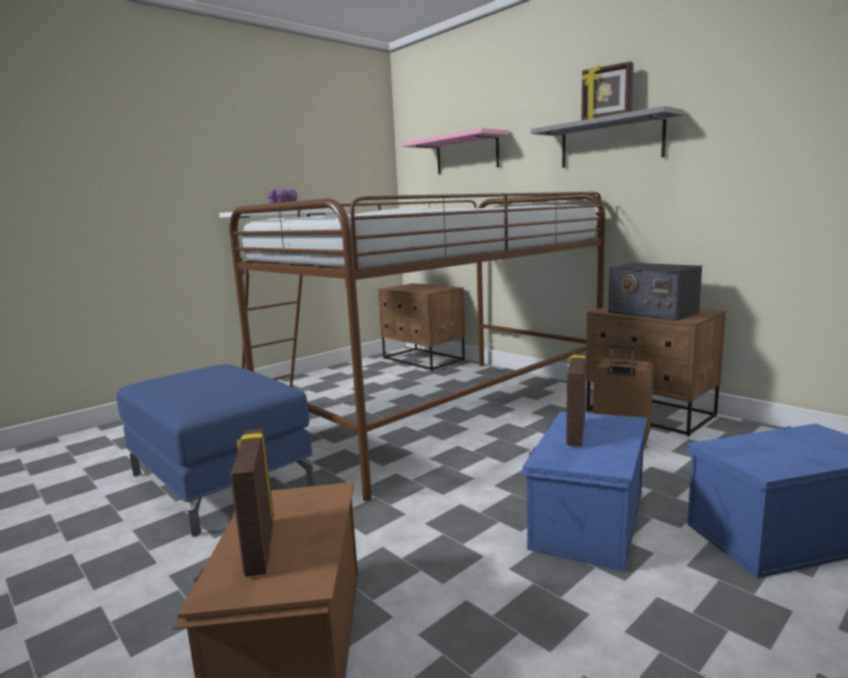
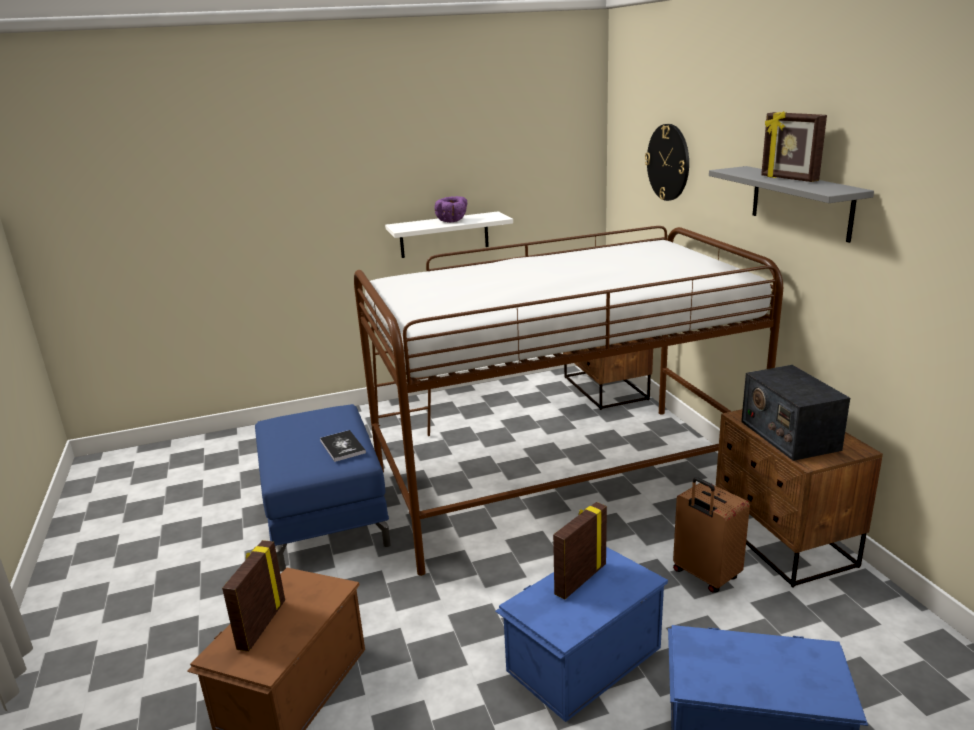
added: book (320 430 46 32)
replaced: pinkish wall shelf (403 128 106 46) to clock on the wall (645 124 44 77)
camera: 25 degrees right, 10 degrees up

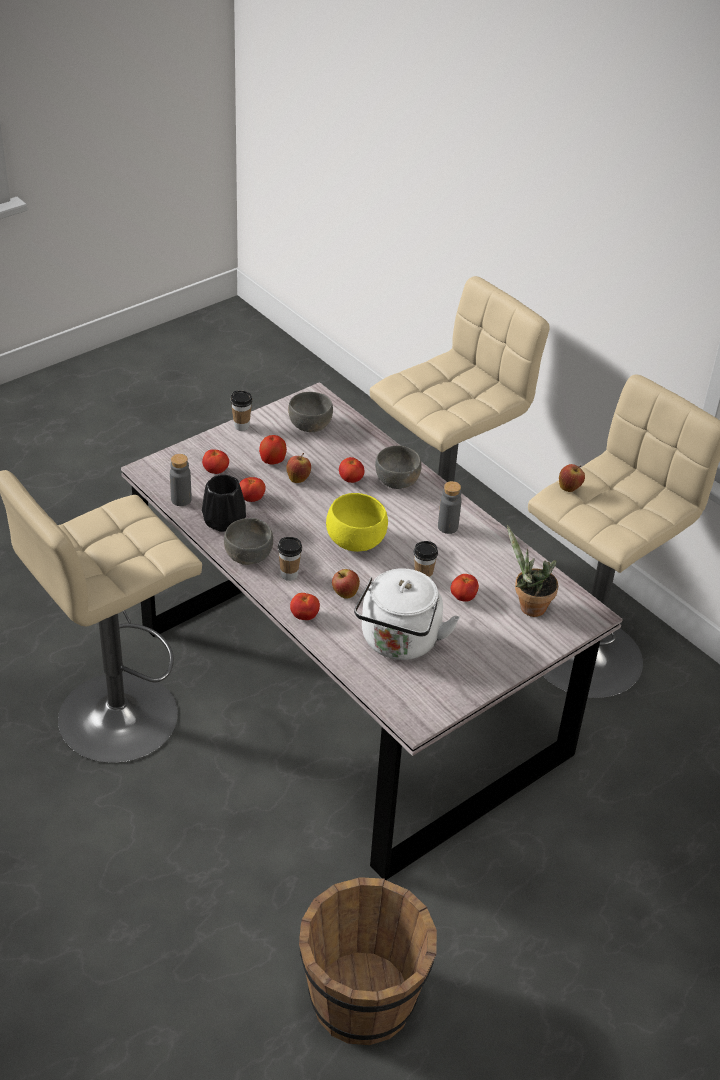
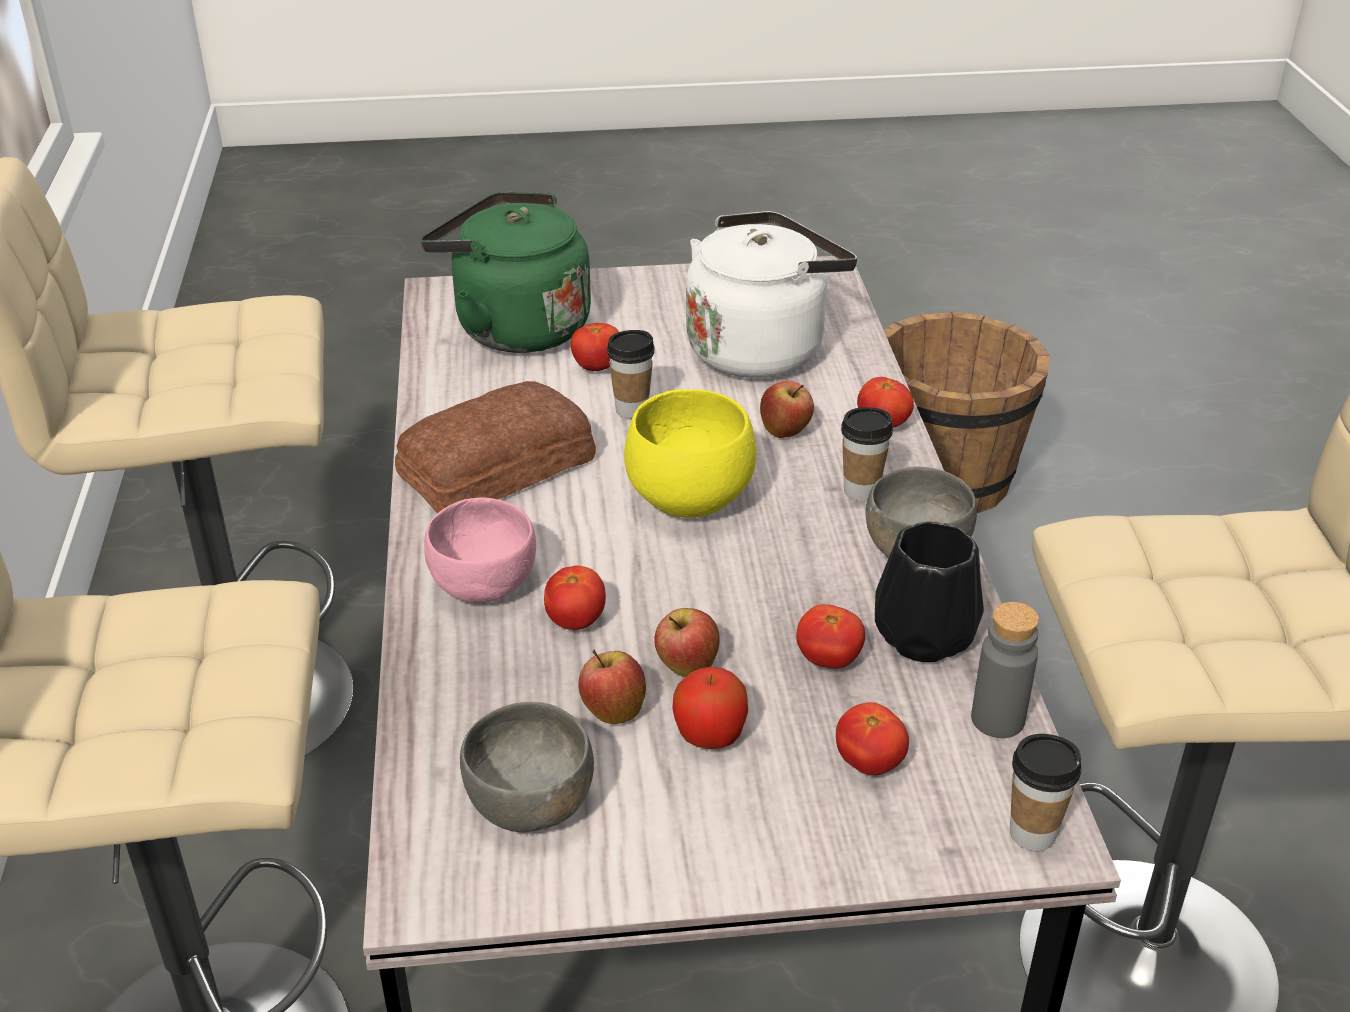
moved: drinking cup (230 391 22 40) to (1010 734 72 117); apple fruit (559 464 26 28) to (579 649 67 75)
replaced: gray bottle (438 481 24 53) to bakery bread (395 381 201 132); potted plant (507 525 51 92) to green water kettle (421 192 170 161)
recoloured: gray bowl (375 446 46 43) to pinkish bowl (424 498 112 104)
camera: 145 degrees left, 5 degrees down

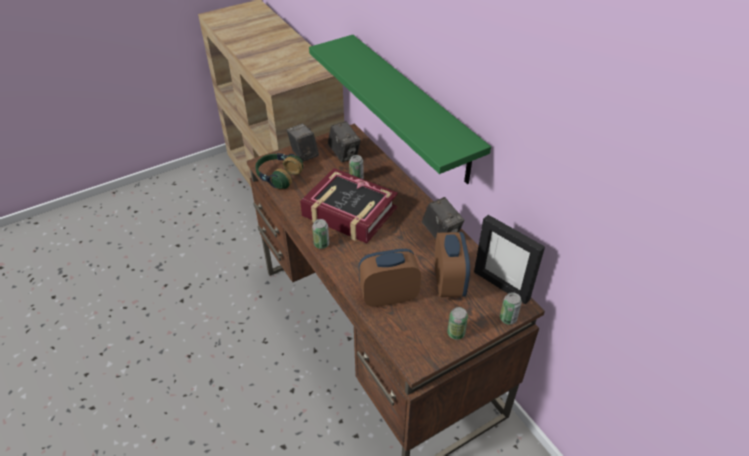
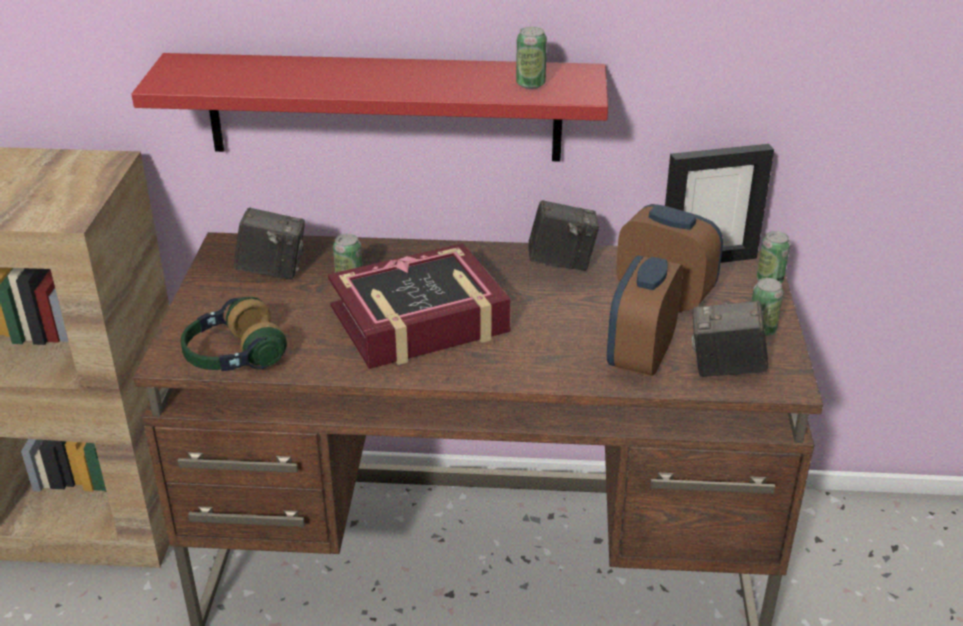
moved: photo camera (287 123 32 39) to (692 300 76 77); sealed can (312 219 17 30) to (516 27 31 62)
recoloured: green wall shelf (309 35 182 149) to red wall shelf (131 53 477 109)
camera: 55 degrees left, 10 degrees down

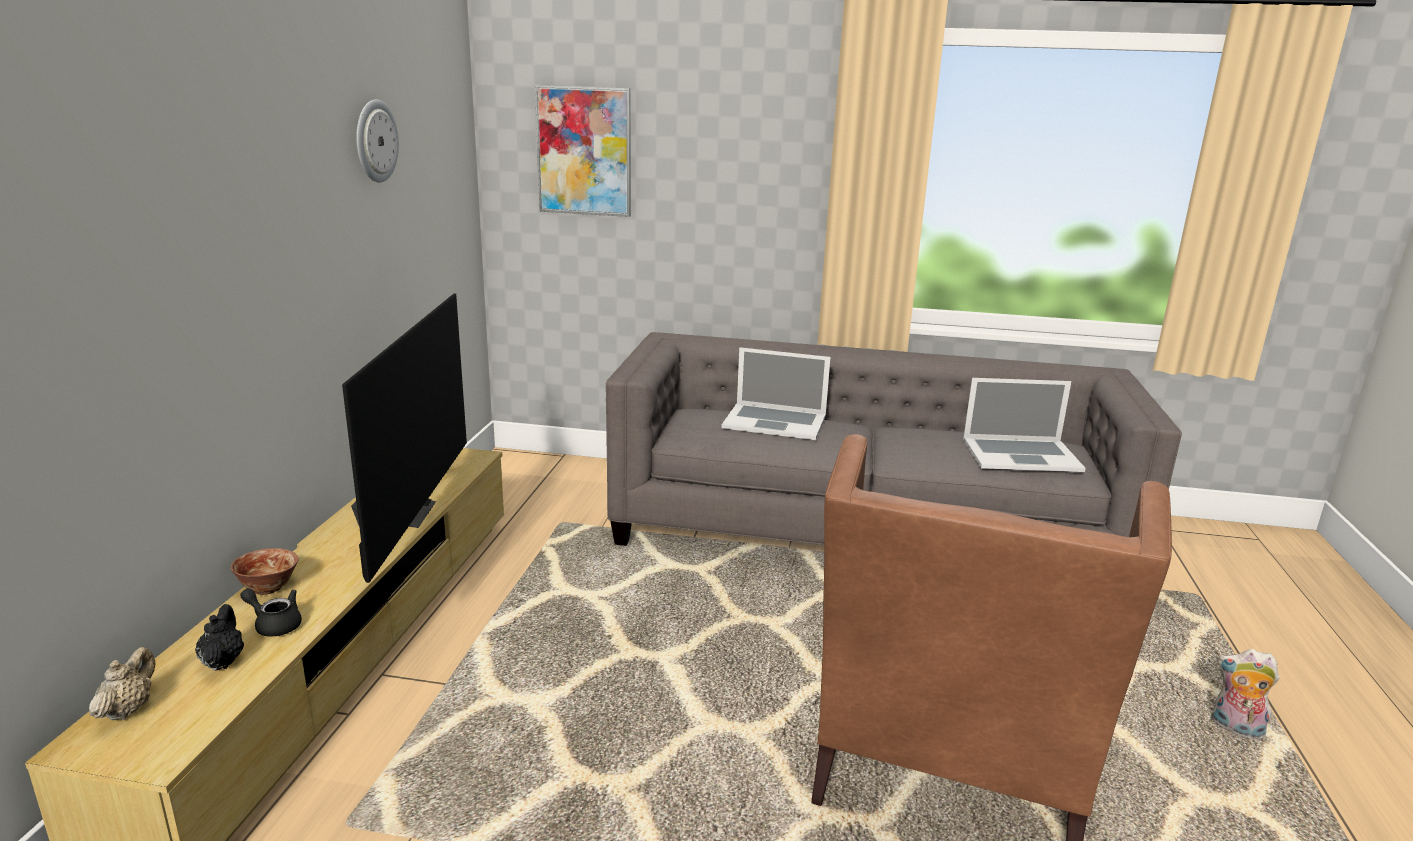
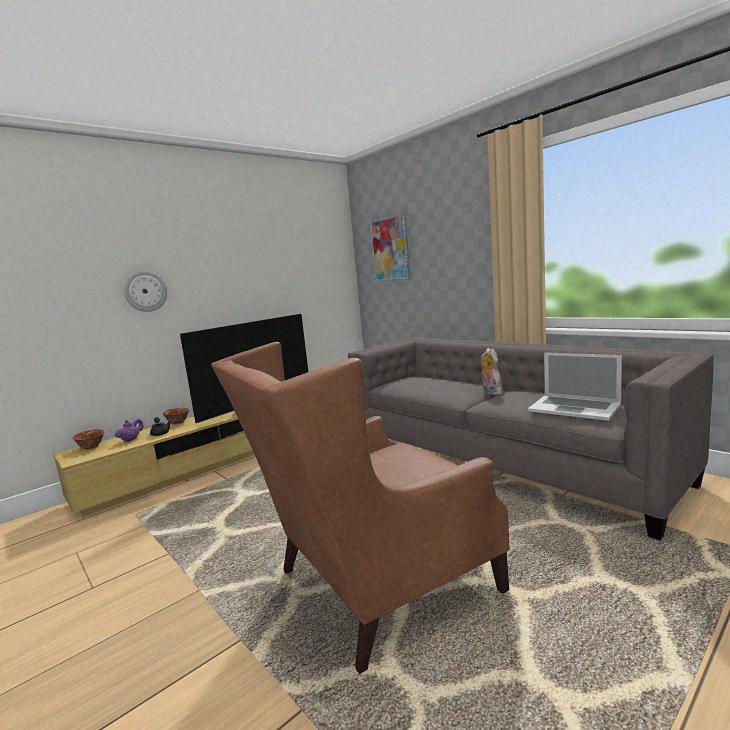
removed: laptop (721 347 110 93)
moved: clock on the wall (356 99 43 83) to (124 271 43 41); plush toy (1212 649 67 90) to (481 348 22 47)
replaced: sand-coloured pot for tea (89 647 66 73) to bowl (73 429 31 20)
recoloured: black-coloured pot for tea (195 604 49 66) to purplish pot for tea (115 419 29 23)
camera: 40 degrees right, 10 degrees down

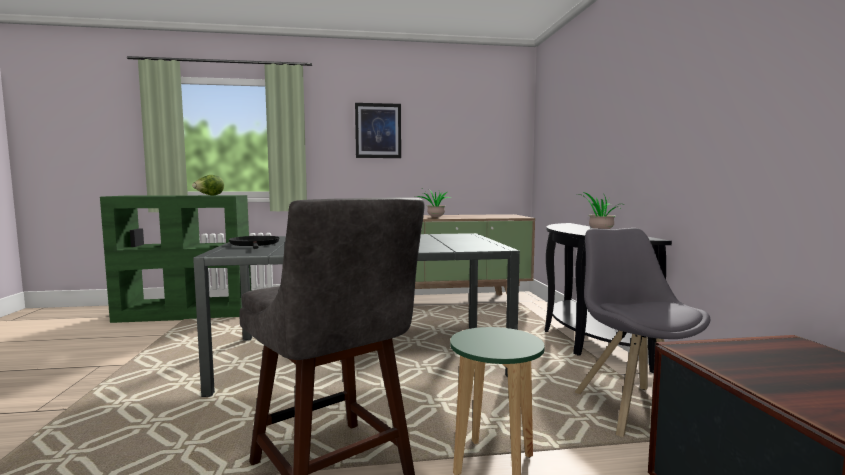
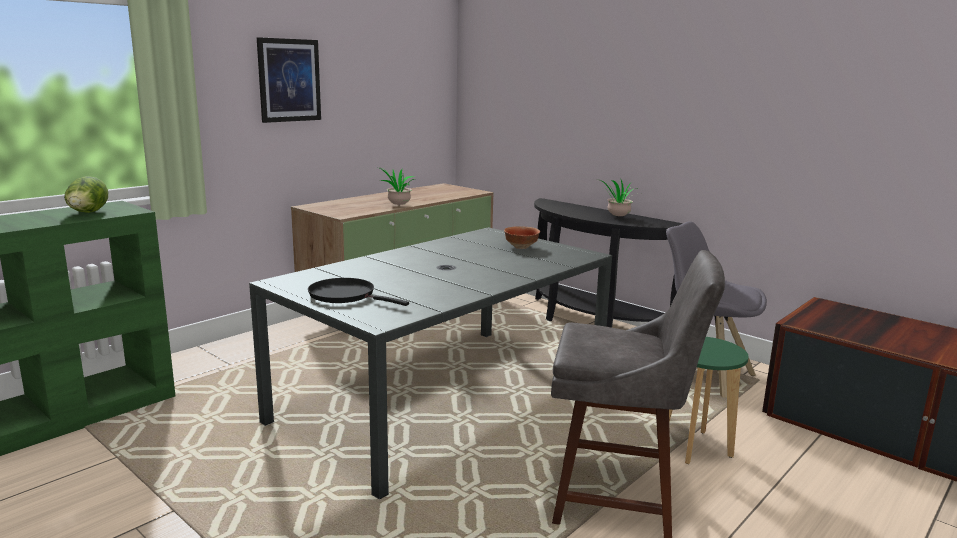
added: bowl (504 226 36 23)
camera: 40 degrees left, 10 degrees up

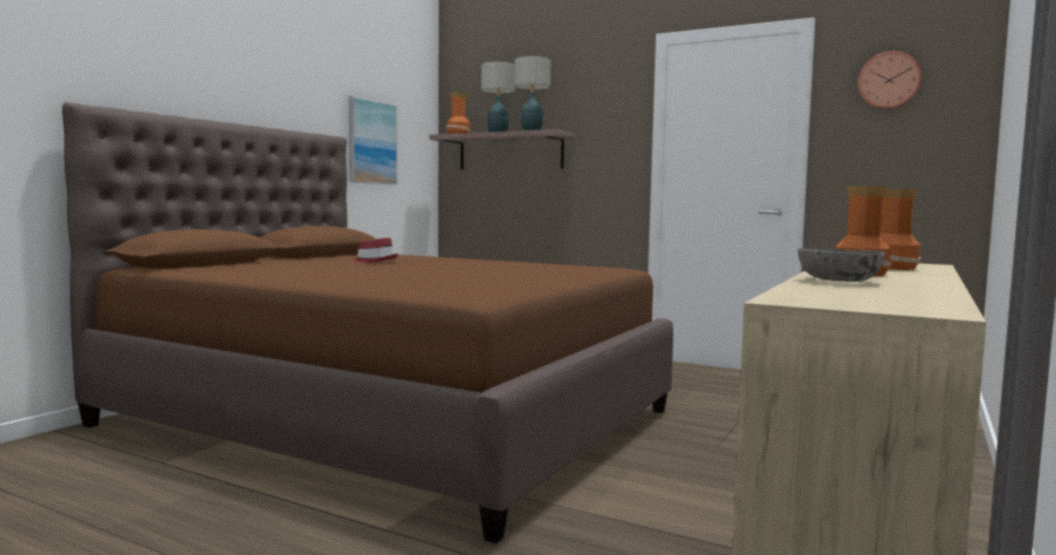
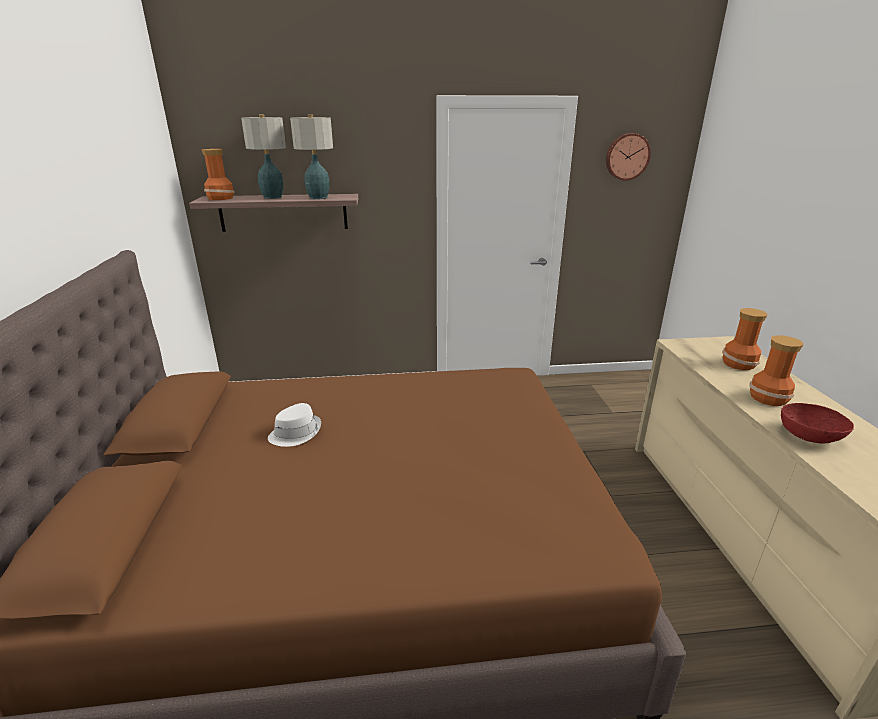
removed: picture (349 96 49 89)
recoloured: red clothing hat (351 238 47 25) to whitish clothing hat (268 403 53 44); gray bowl (798 248 87 34) to red bowl (781 403 73 41)
camera: 35 degrees left, 20 degrees up

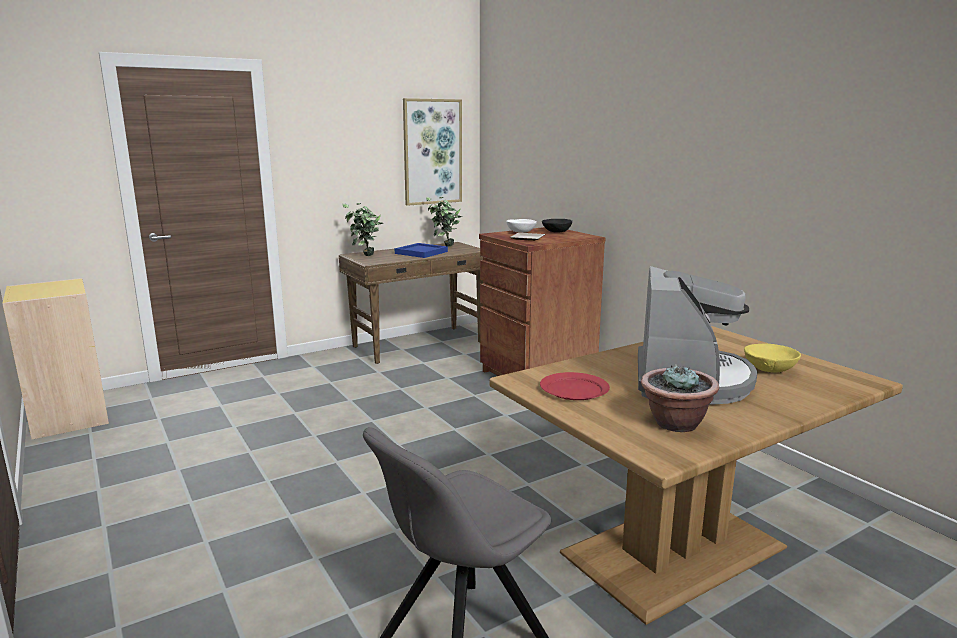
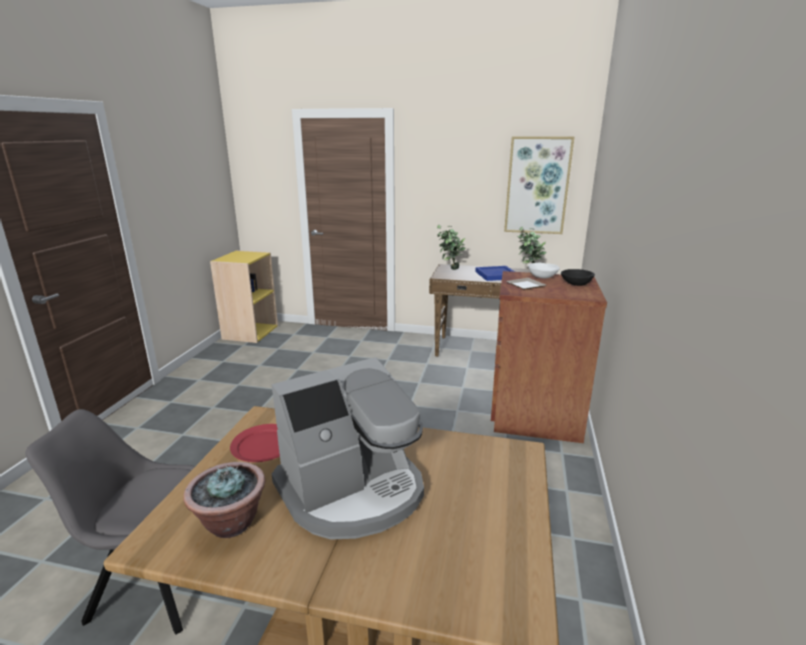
removed: yellow bowl (744 343 57 30)
camera: 45 degrees right, 5 degrees up

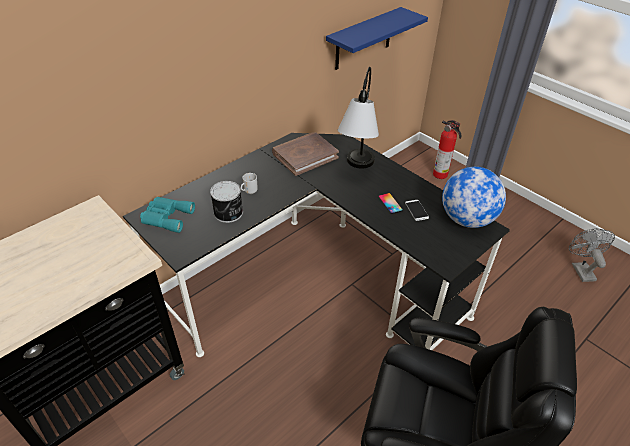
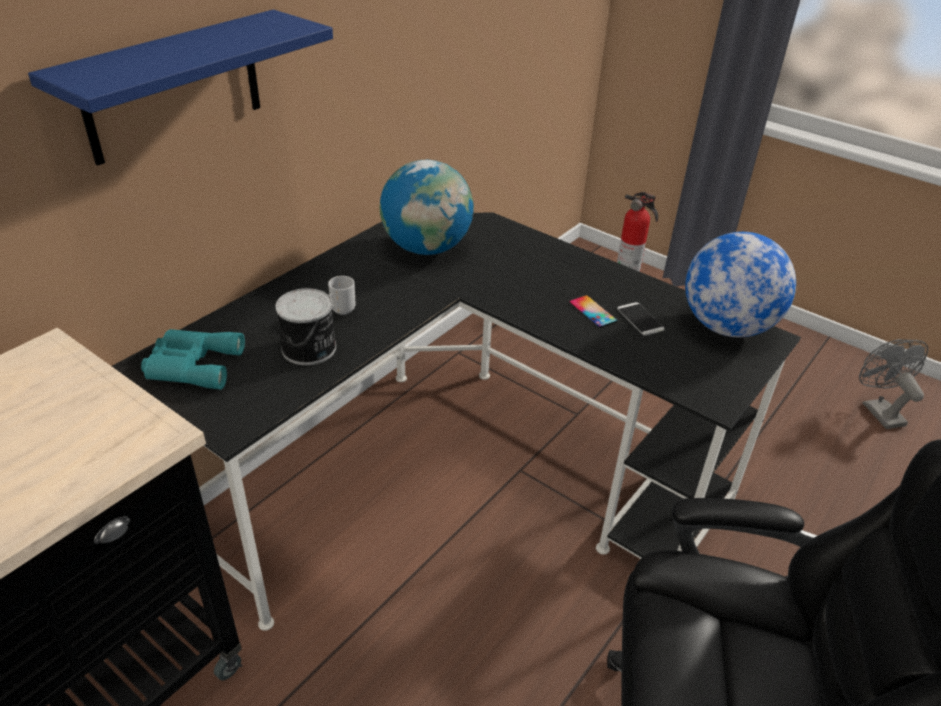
removed: tabletop lamp (338 67 41 102)
moved: blue-coloured wall shelf (326 7 102 63) to (28 9 305 157)
replaced: brown-coloured book (272 132 67 44) to world globe (380 159 94 96)
camera: 10 degrees left, 5 degrees down

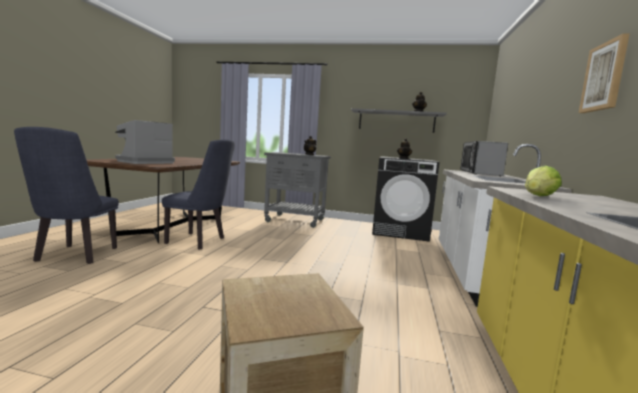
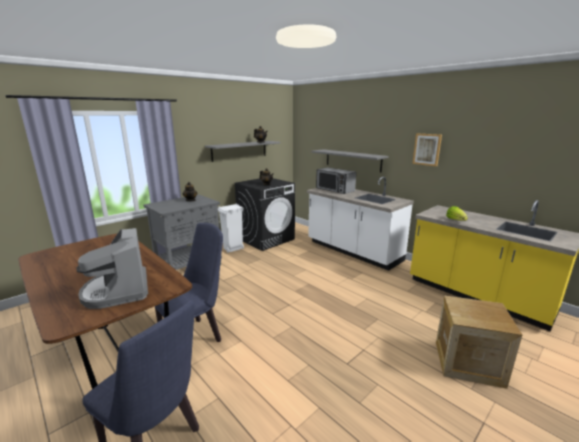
added: whitish trash can (218 204 26 49); gray wall shelf (311 149 78 23)
camera: 55 degrees left, 10 degrees up

